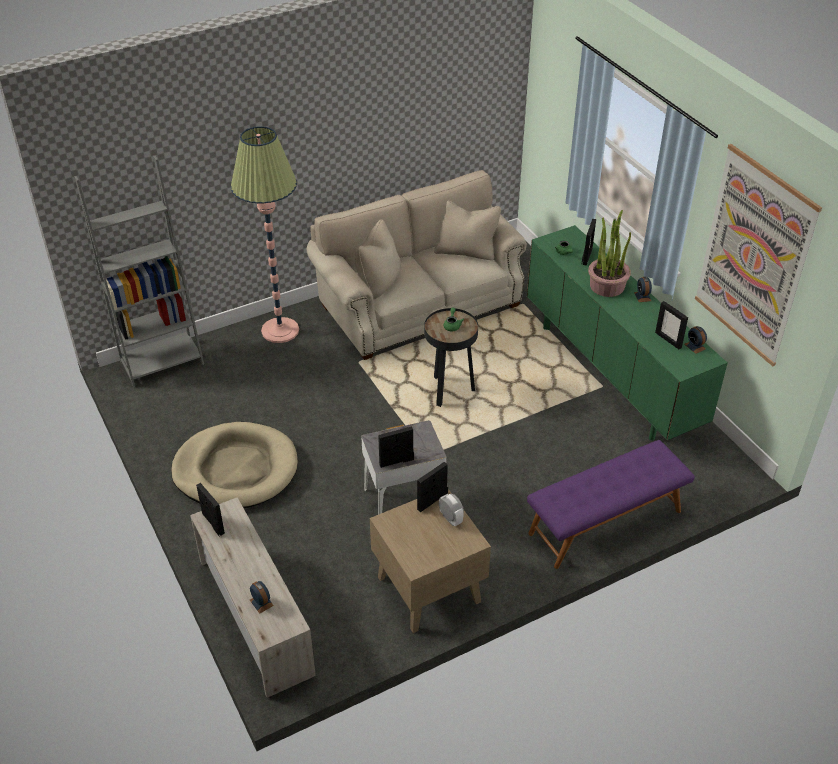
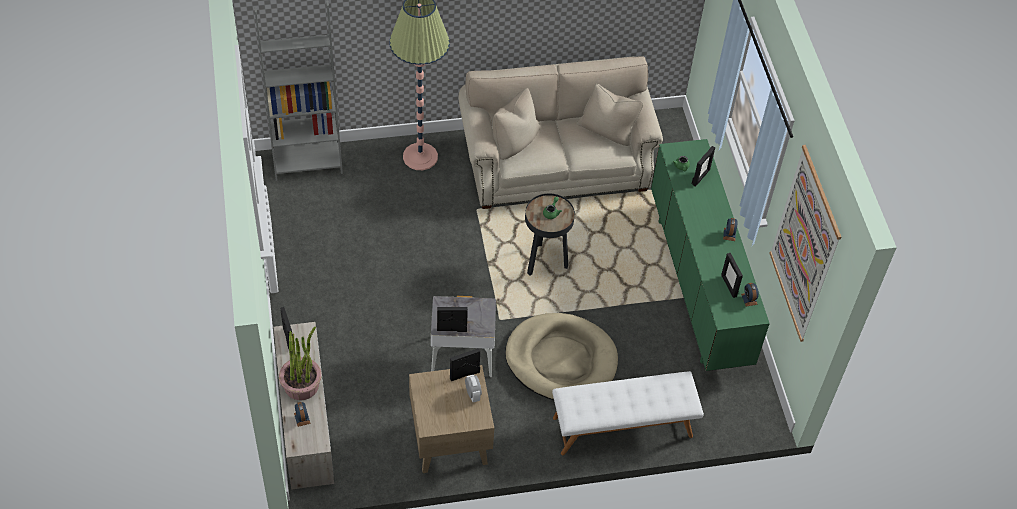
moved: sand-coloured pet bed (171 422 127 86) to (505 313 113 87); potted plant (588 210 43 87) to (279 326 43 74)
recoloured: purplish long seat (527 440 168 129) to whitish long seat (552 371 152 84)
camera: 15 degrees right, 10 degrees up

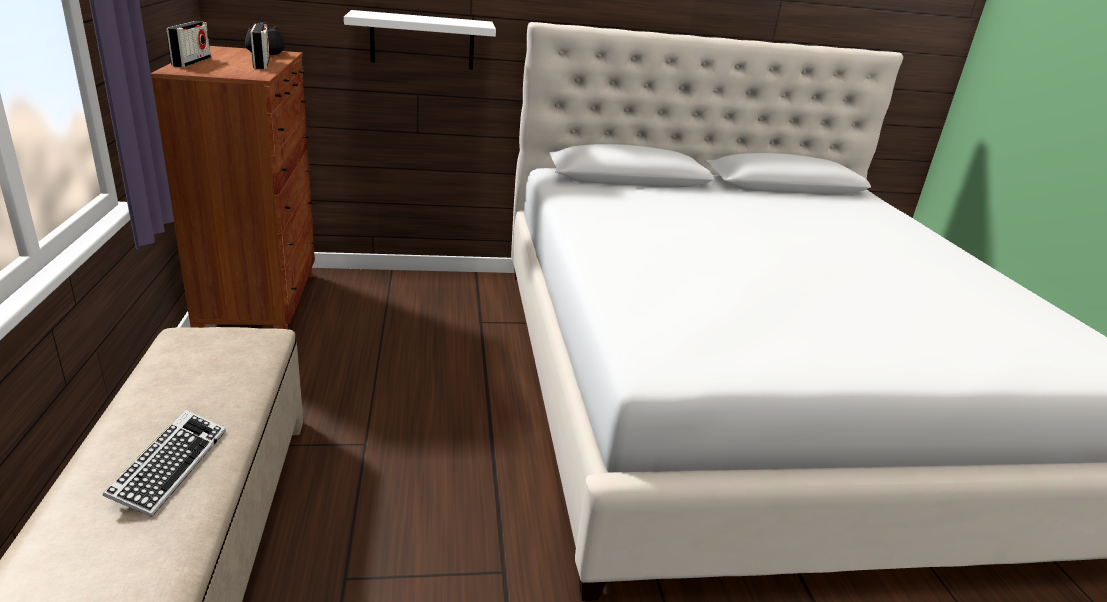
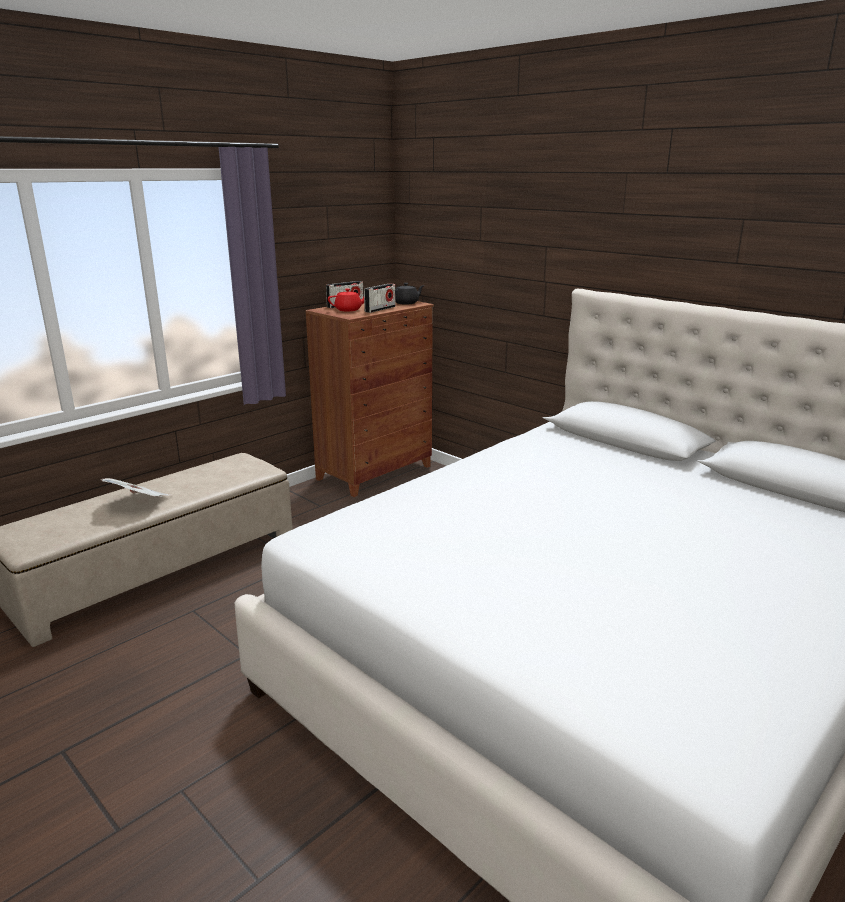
removed: whitish wall shelf (344 10 152 59)
added: red pot for tea (328 288 36 23)
replaced: PC keyboard (102 410 124 107) to printed paper (102 478 69 19)
camera: 55 degrees right, 5 degrees down

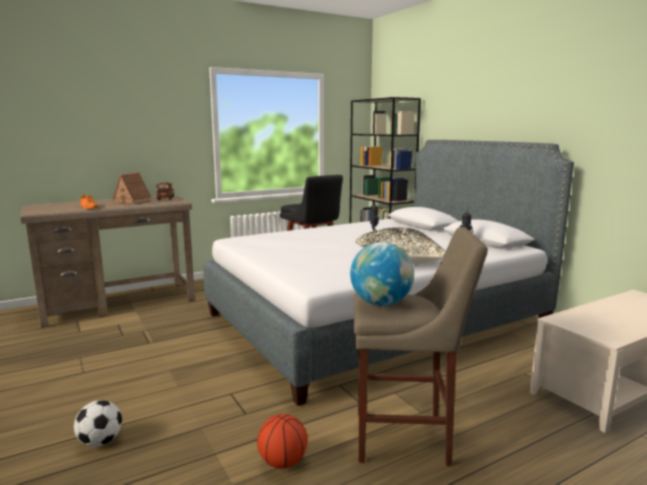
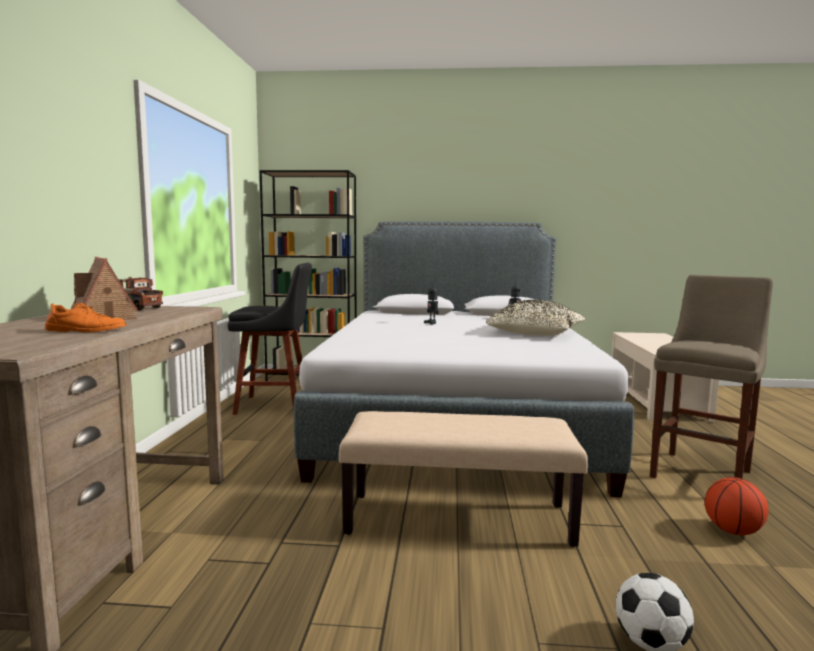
removed: world globe (350 242 64 64)
added: sand-coloured long seat (339 411 249 136)
camera: 55 degrees left, 5 degrees down

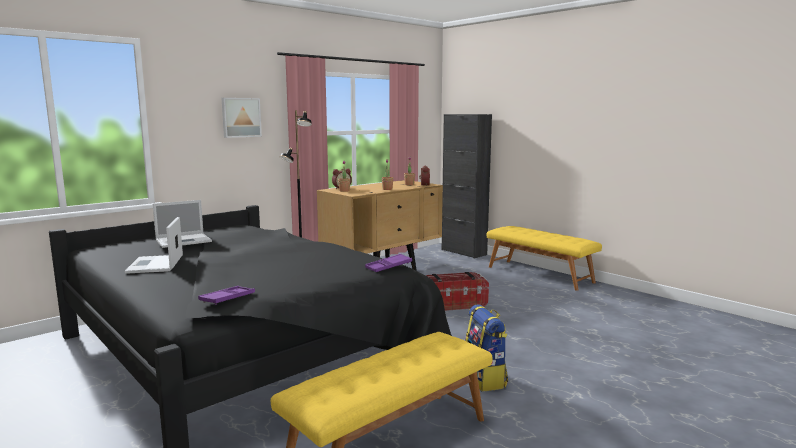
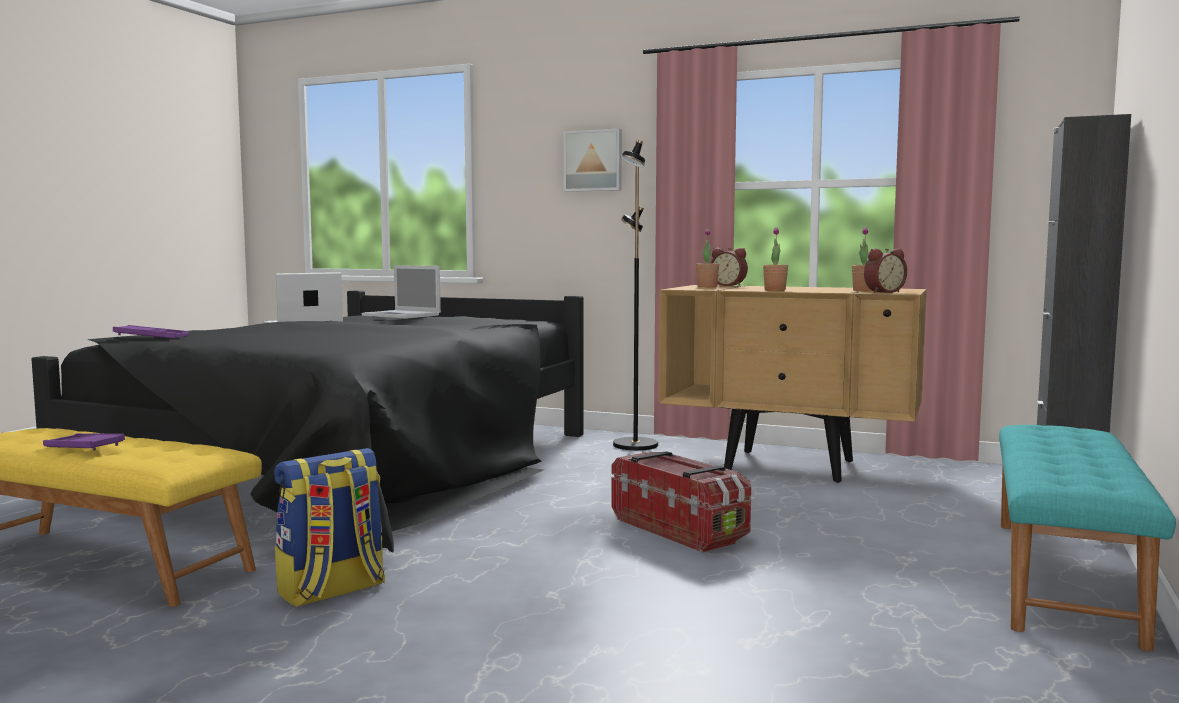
moved: purplish serving tray (365 254 47 18) to (43 433 82 18)
recoloured: yellow long seat (487 226 115 65) to turquoise-coloured long seat (999 425 177 226)
camera: 65 degrees right, 5 degrees down

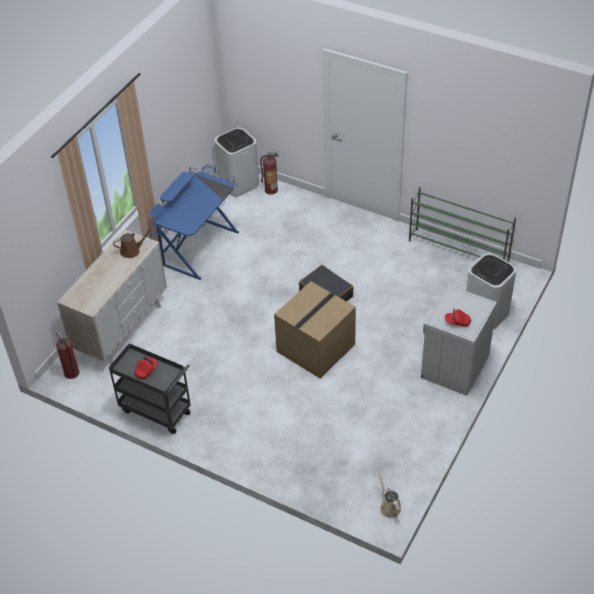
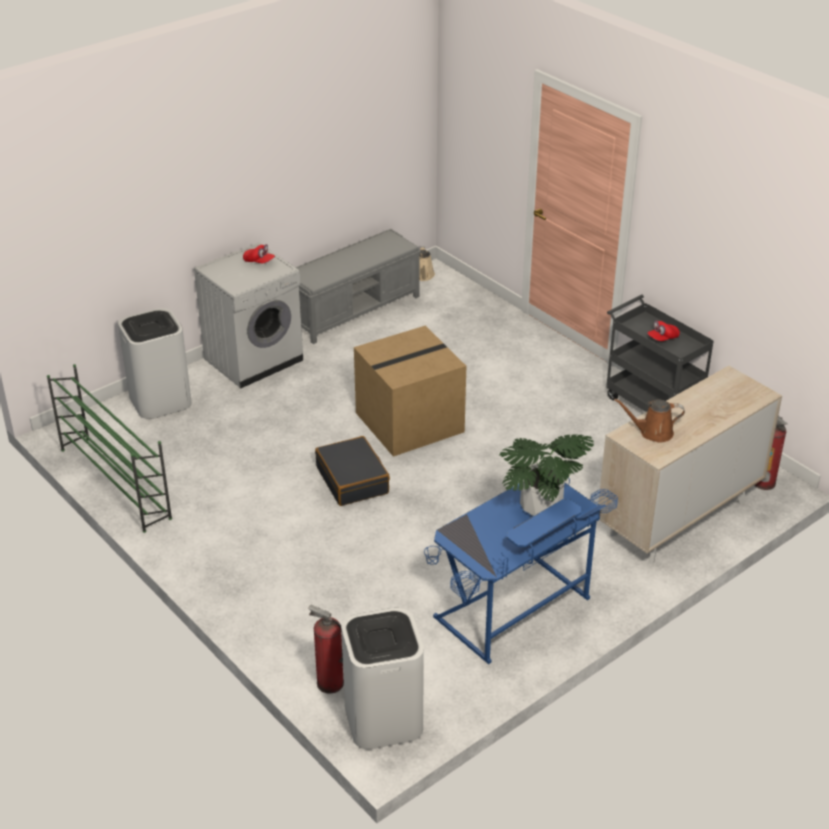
added: gray long seat (296 229 125 115); potted plant (499 434 95 82)
camera: 160 degrees left, 10 degrees down

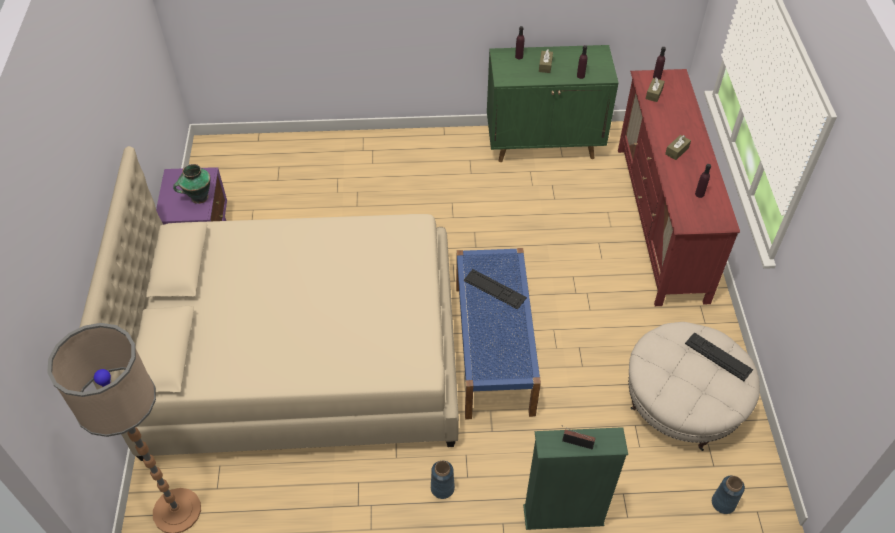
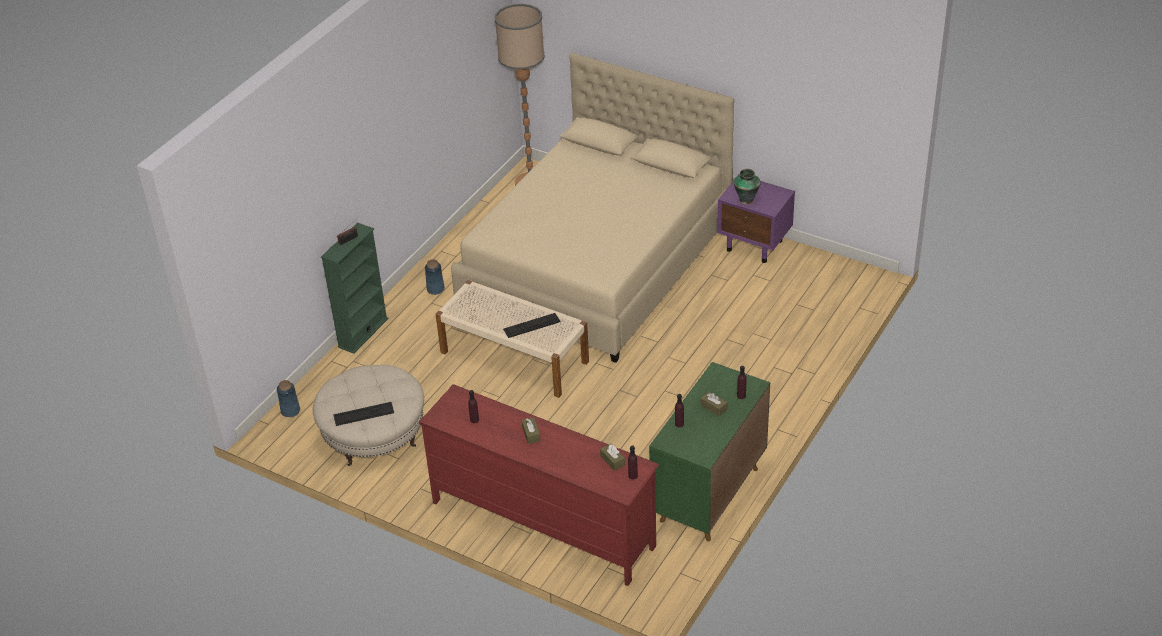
recoloured: blue-coloured long seat (456 248 85 171) to sand-coloured long seat (436 280 153 118)
camera: 125 degrees right, 10 degrees down

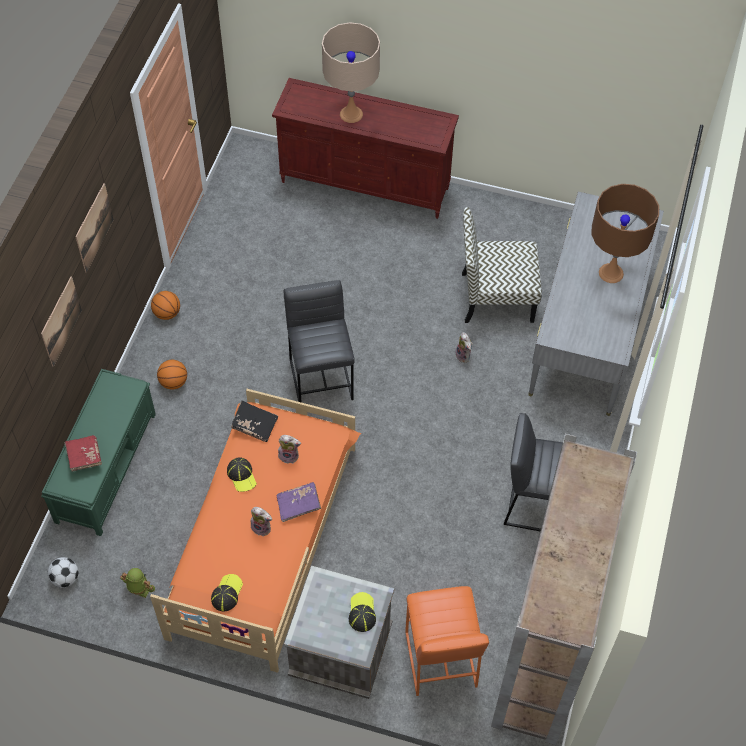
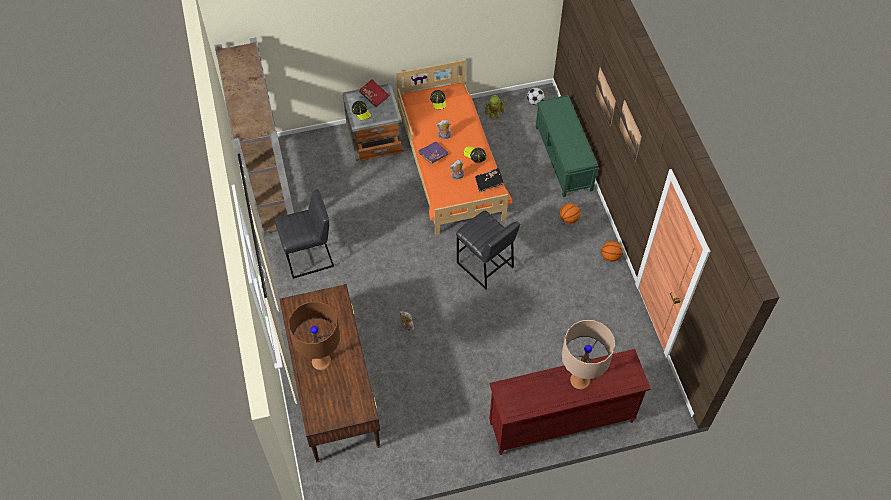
removed: orange stool seat (405 586 84 110); upright chair (462 207 80 116)
moved: red book (64 435 38 37) to (359 79 31 28)
recoloured: gray desk table (528 192 136 224) to brown-coloured desk table (279 284 101 179)
camera: 150 degrees right, 0 degrees up

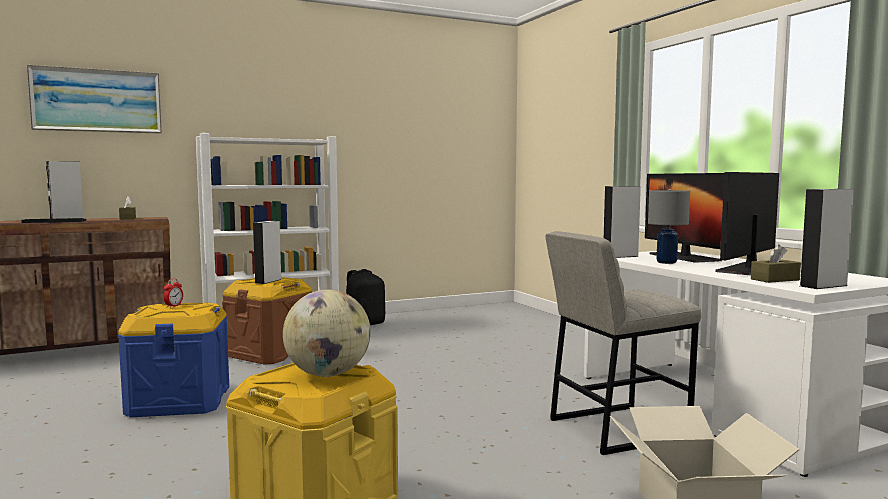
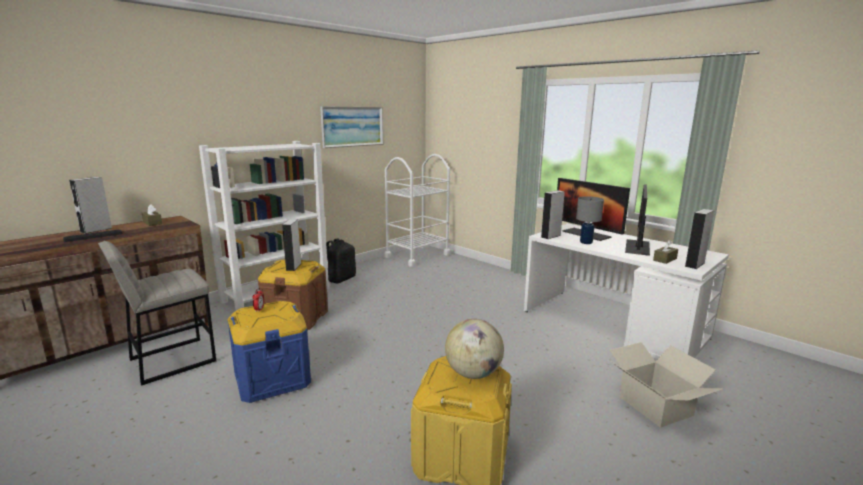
added: whitish wheeled cart (384 154 66 113)
moved: picture (27 65 135 69) to (320 106 63 42); gray upright chair (545 231 156 224) to (98 241 118 145)
camera: 20 degrees left, 10 degrees up

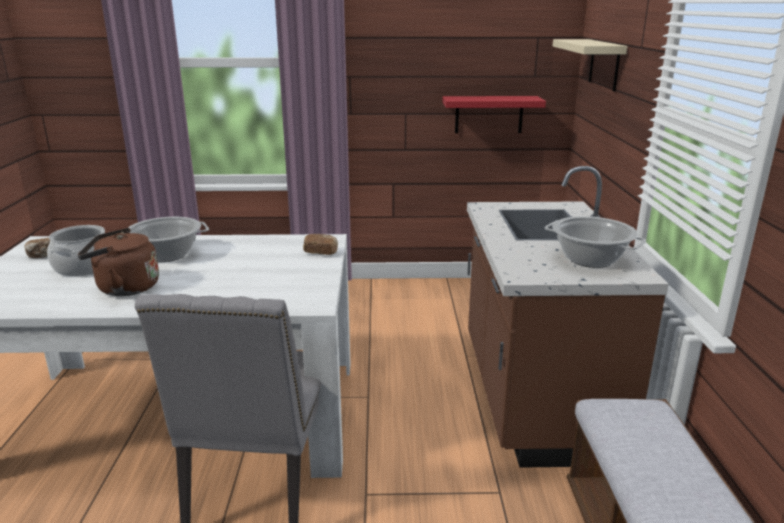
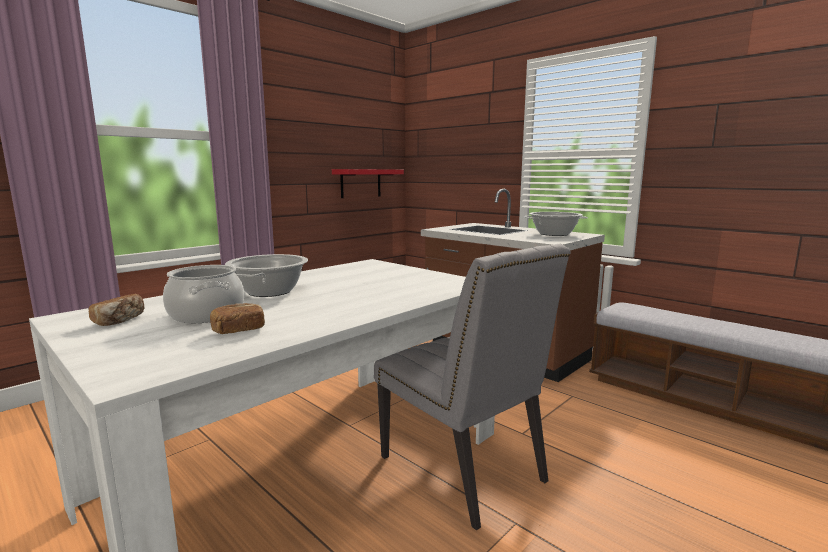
removed: brown-coloured water kettle (77 228 82 68); sand-coloured wall shelf (553 39 75 52)
moved: bakery bread (303 234 35 21) to (210 303 55 31)
camera: 45 degrees left, 10 degrees down

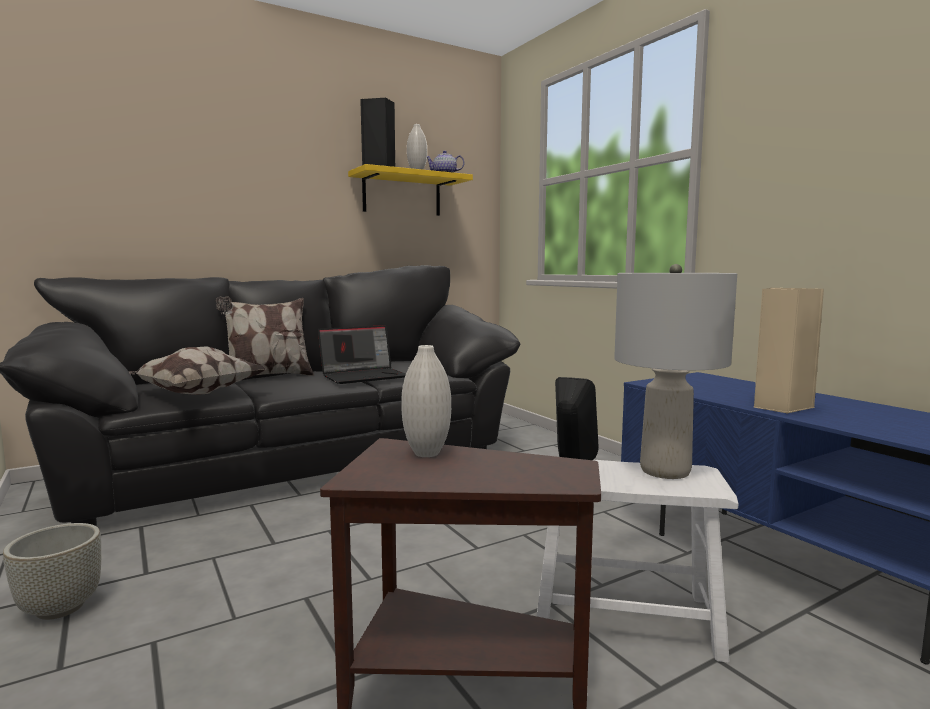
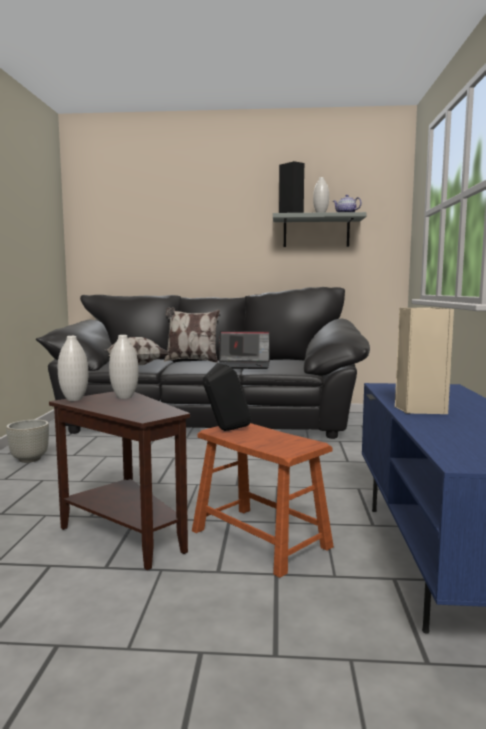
removed: gray tabletop lamp (614 264 123 215)
added: whitish decorative vase (58 336 30 65)
recoloured: yellow wall shelf (348 164 125 52) to gray wall shelf (273 212 94 35); whitish stool seat (537 460 201 203) to brown-coloured stool seat (192 423 142 155)
camera: 35 degrees right, 0 degrees up

